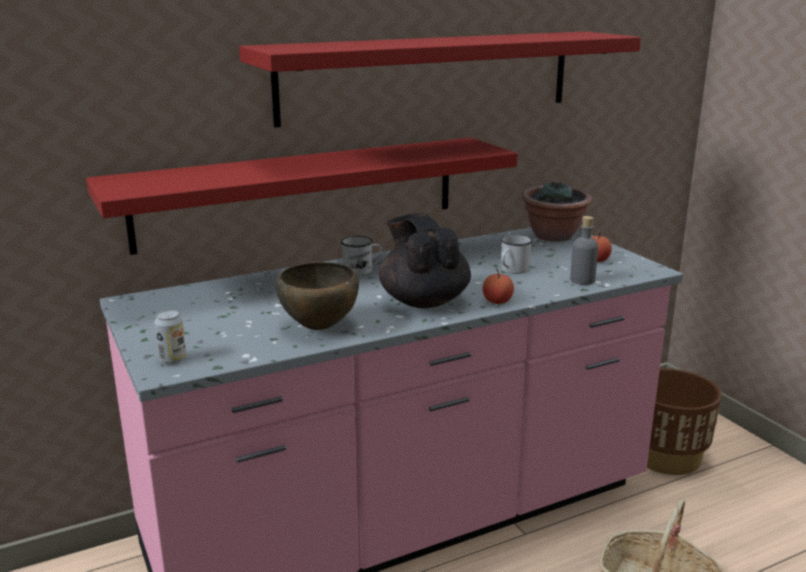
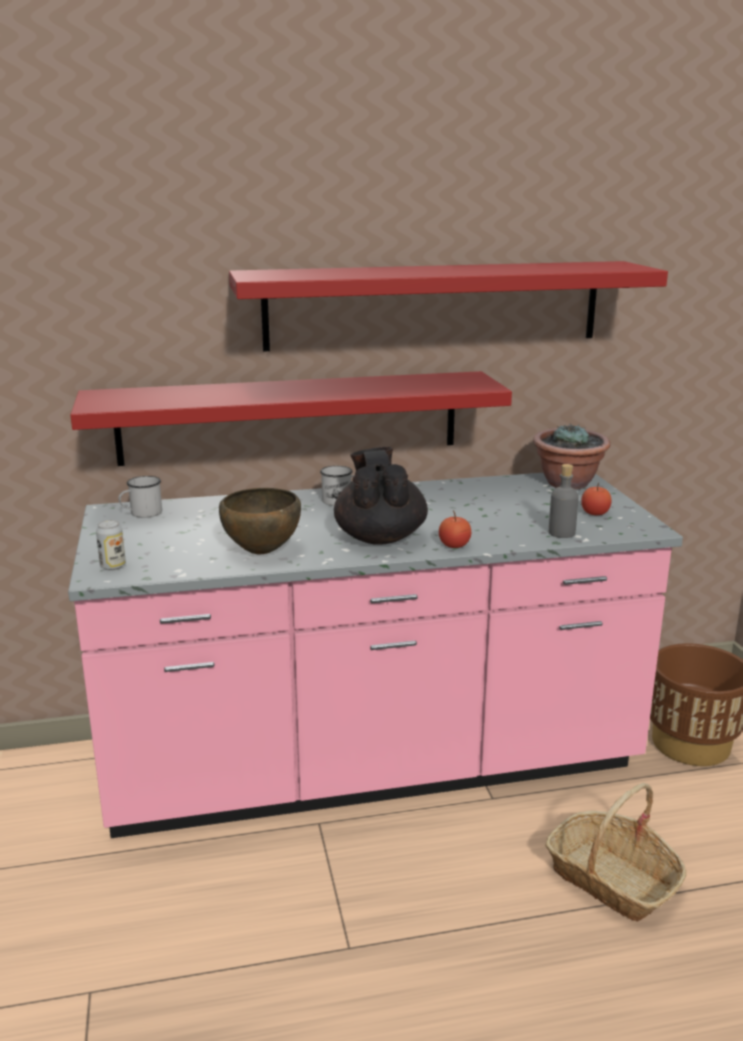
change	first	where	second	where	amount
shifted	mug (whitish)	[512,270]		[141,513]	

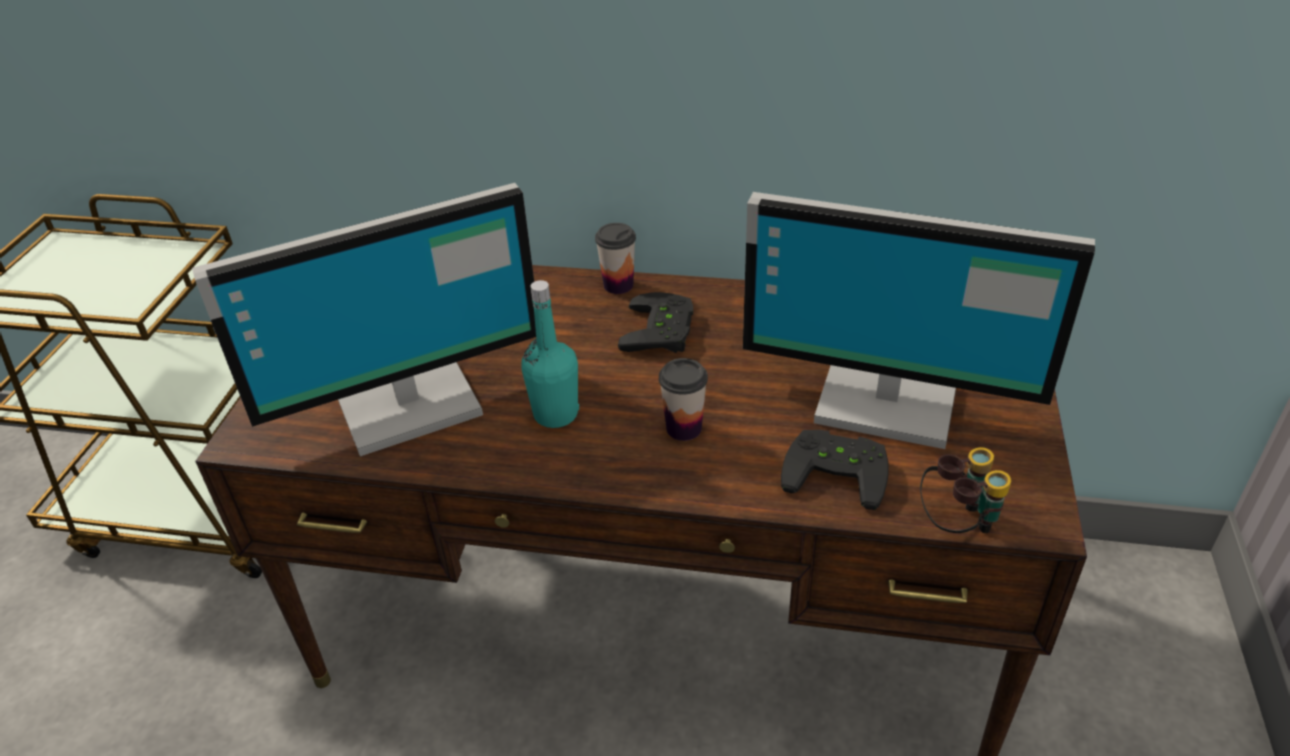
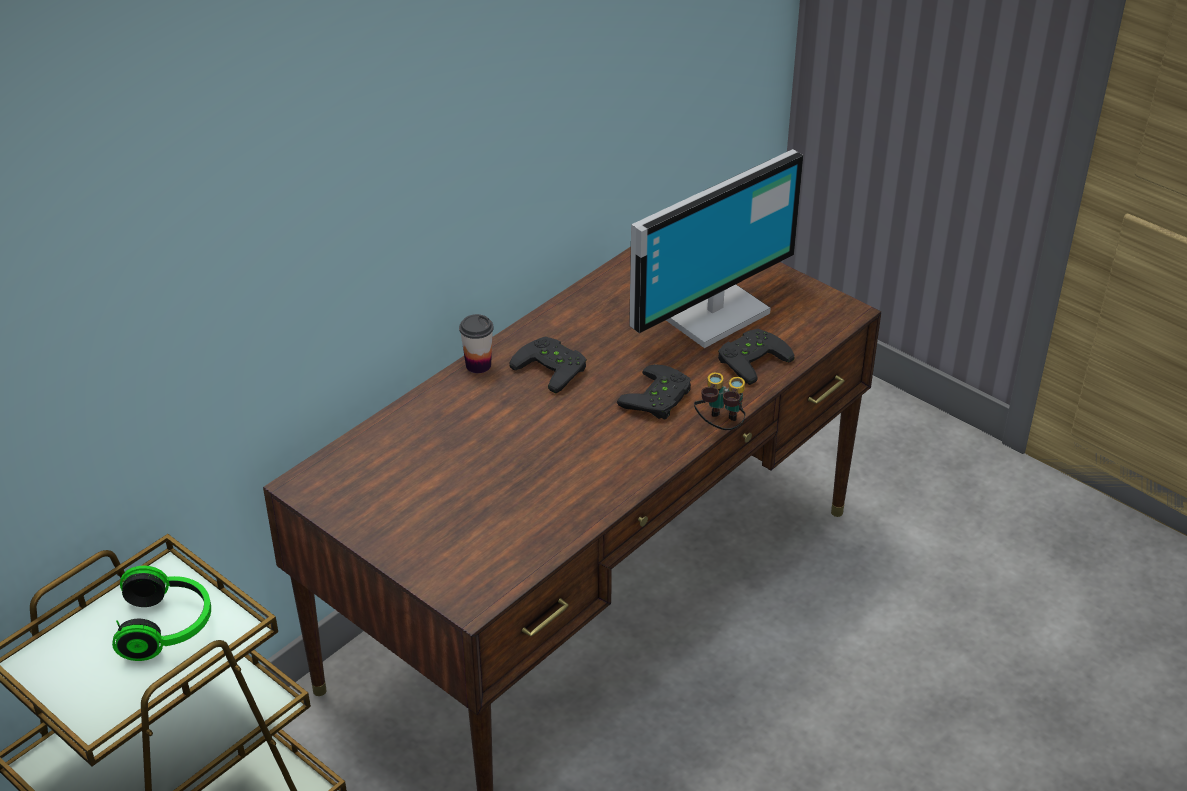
change	first	where	second	where	amount
gone	computer display	[407,403]			
gone	bottle (turquoise-coloured)	[555,414]			
swapped	cup	[684,428]	gamepad (black)	[660,399]	
shifted	field glasses	[957,523]		[720,426]	
new			pair of headphones	[167,627]	

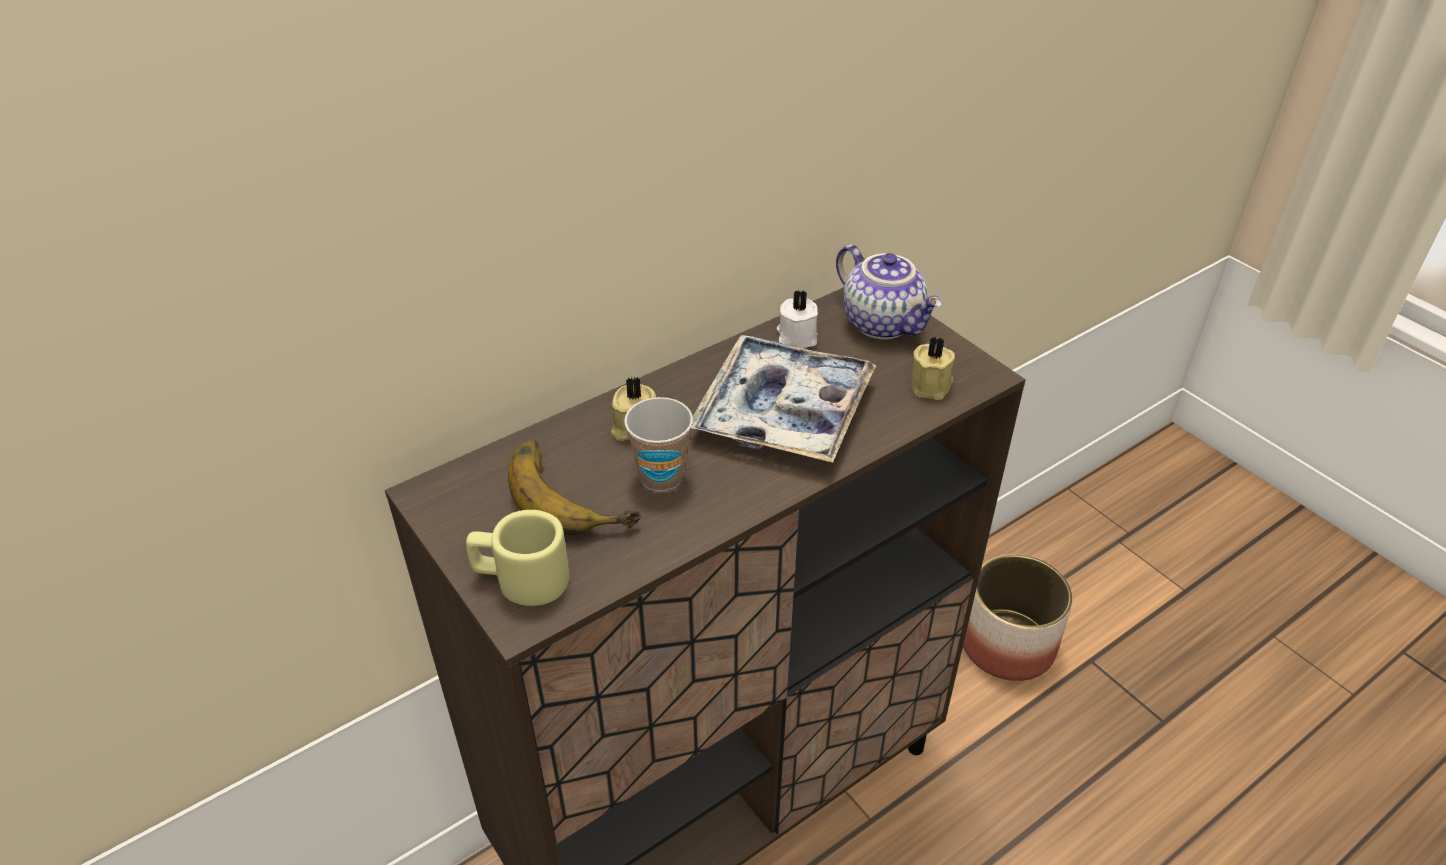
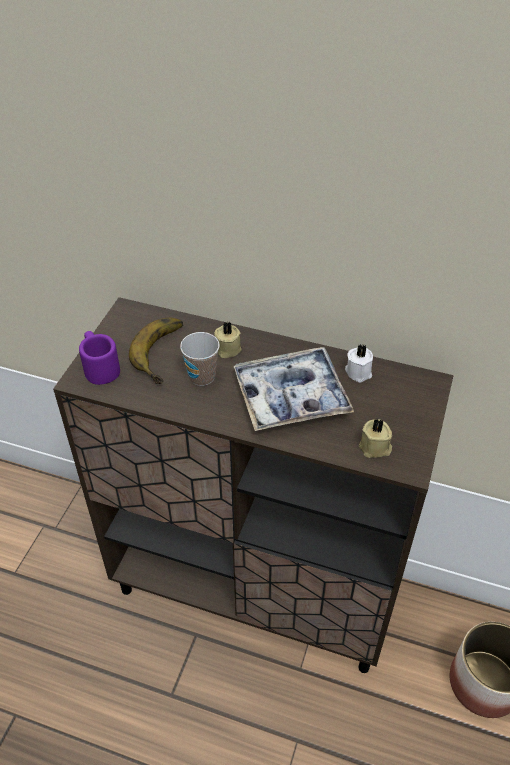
change	first	where	second	where	amount
gone	tea pot	[884,323]			
repainted	mug (beige)	[521,579]	mug (purple)	[100,367]	

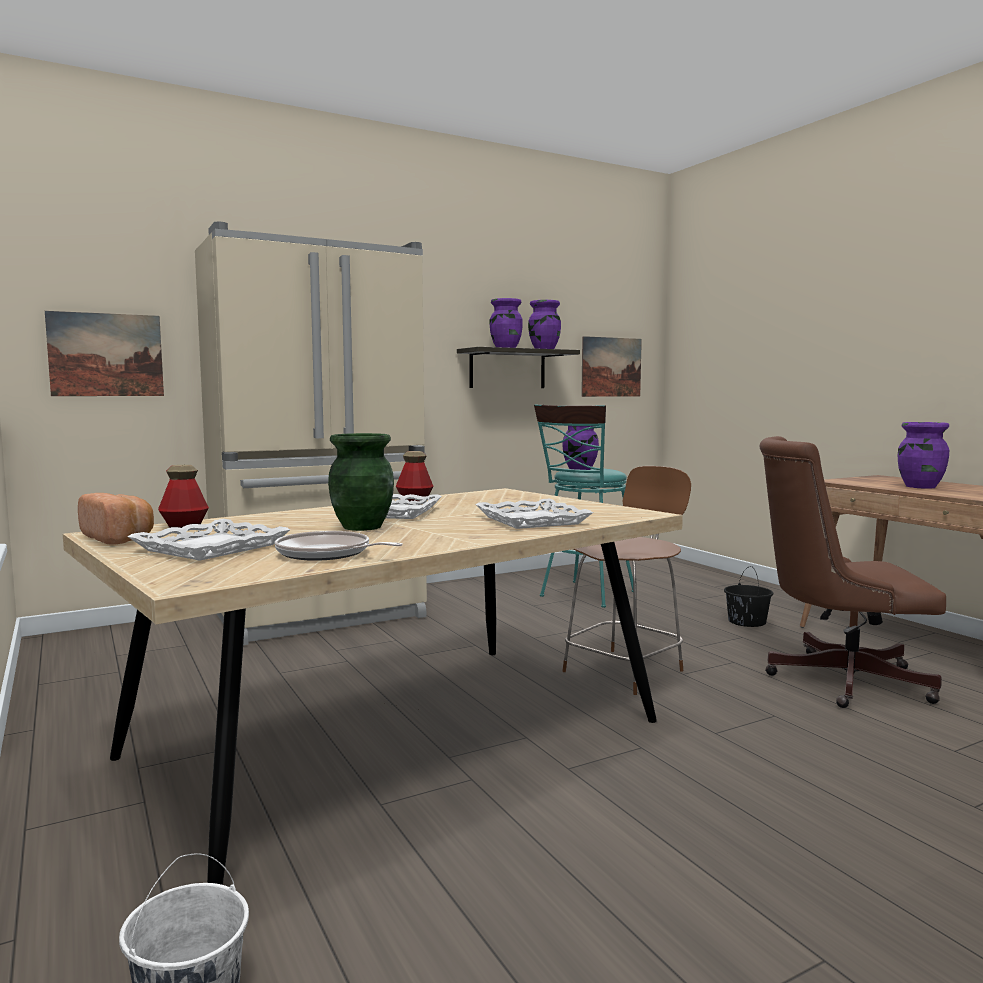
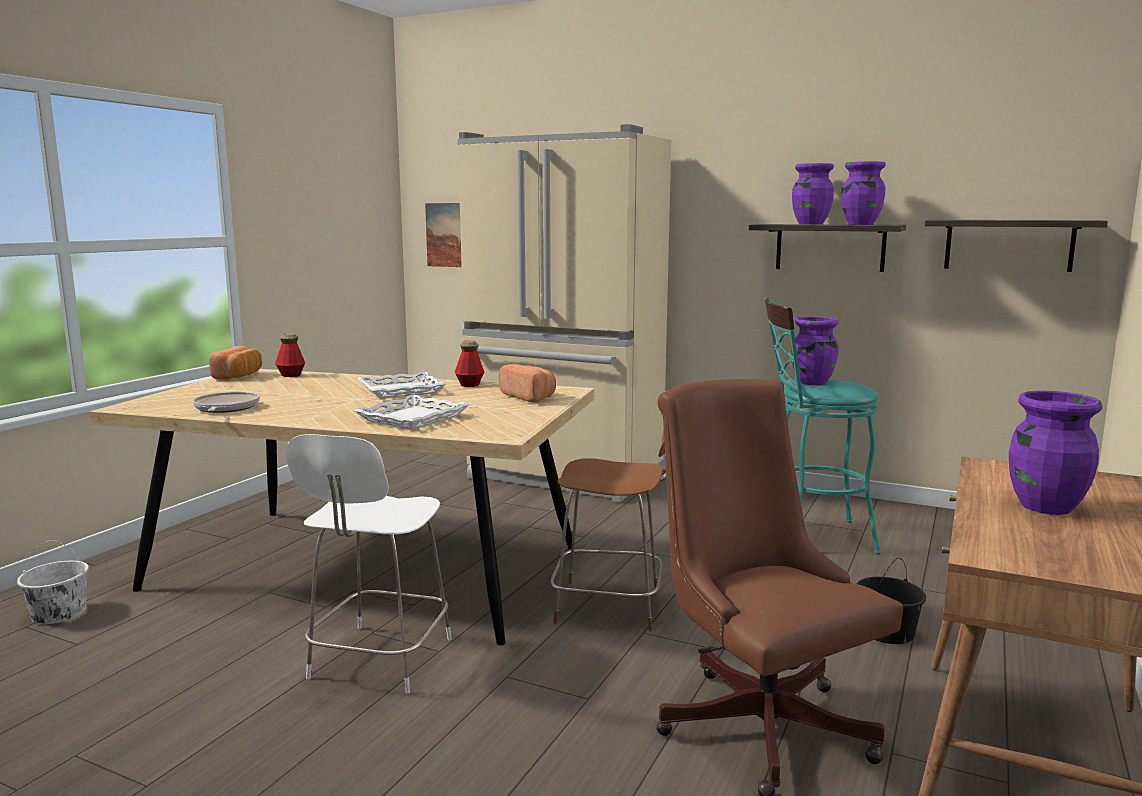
change	first	where	second	where	amount
swapped	wall picture	[611,367]	shelf	[1008,245]	
gone	vase (green-coloured)	[362,527]			
gone	tray (whitish)	[211,547]			
new			baked bread	[529,397]	
new			chair (whitish)	[379,661]	

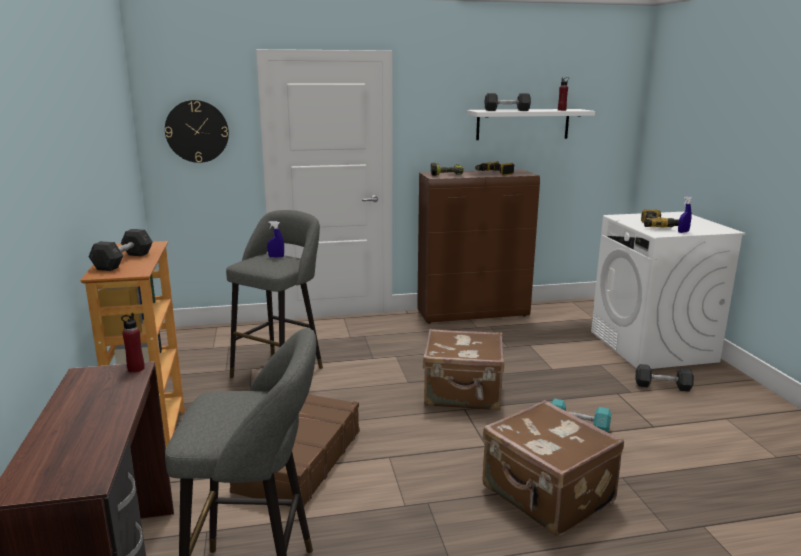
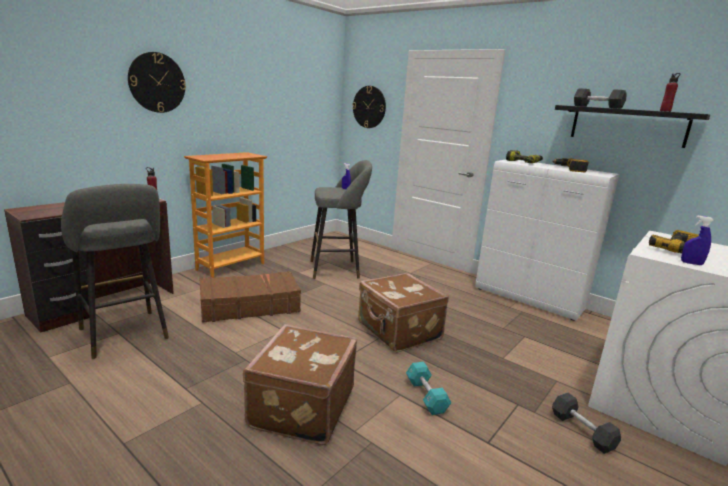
change	first	where	second	where	amount
repainted	shelf (whitish)	[523,124]	shelf (black)	[627,126]	
repainted	cabinet (brownish)	[473,314]	cabinet (whitish)	[529,299]	
gone	dumbbell (grey)	[123,261]			
new			clock on the wall	[157,82]	

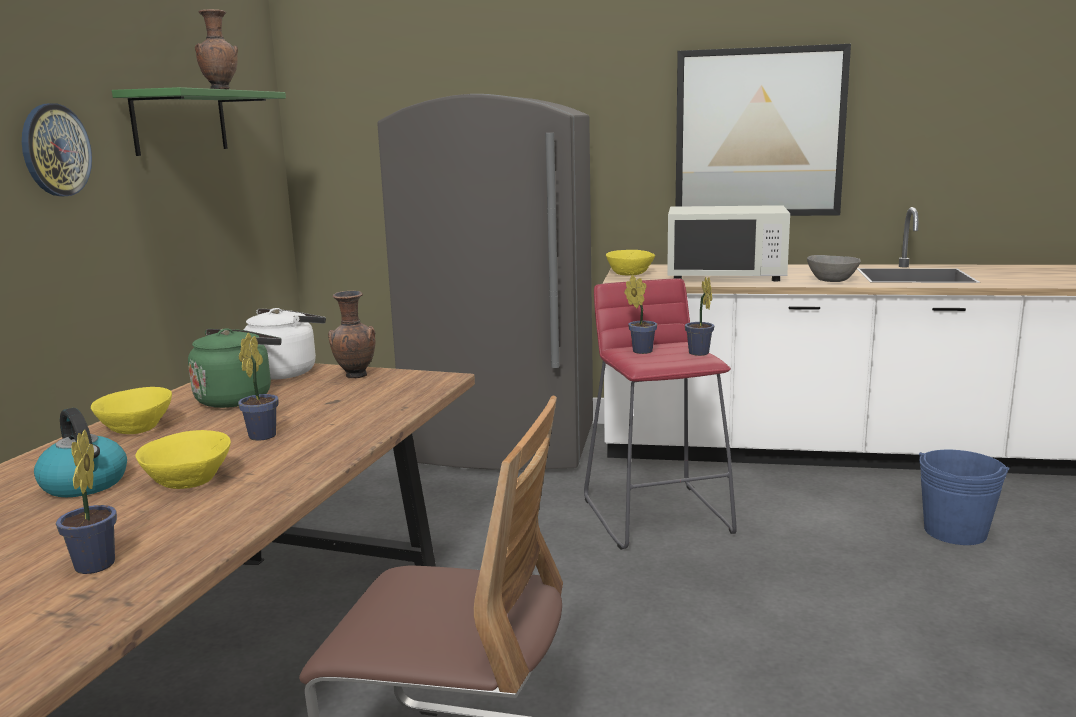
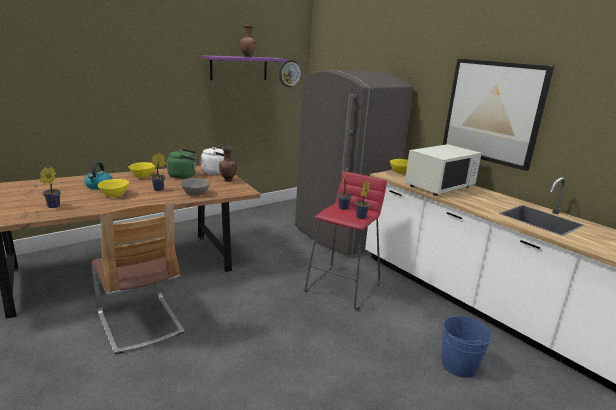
change	first	where	second	where	amount
repainted	shelf (green-coloured)	[181,122]	shelf (purple)	[239,68]	
shifted	clock on the wall	[55,150]		[289,73]	
rotated	kitchen microwave (whitish)	[725,275]		[439,186]	90 degrees counterclockwise
shifted	serving bowl (grey)	[832,280]		[195,194]	

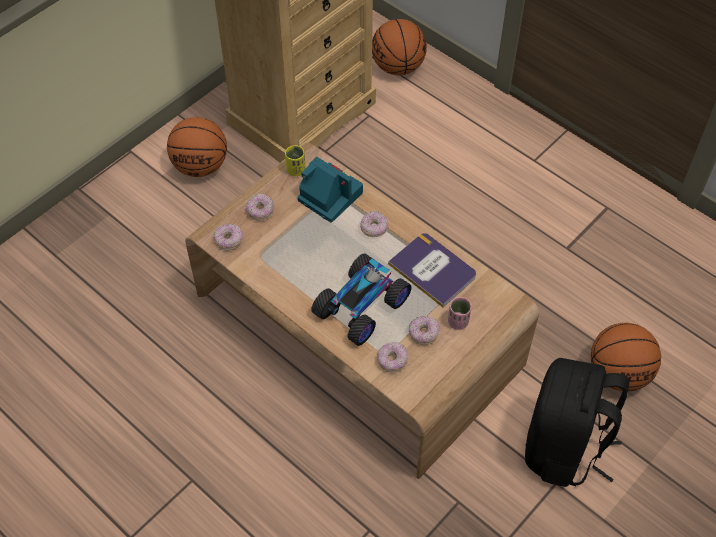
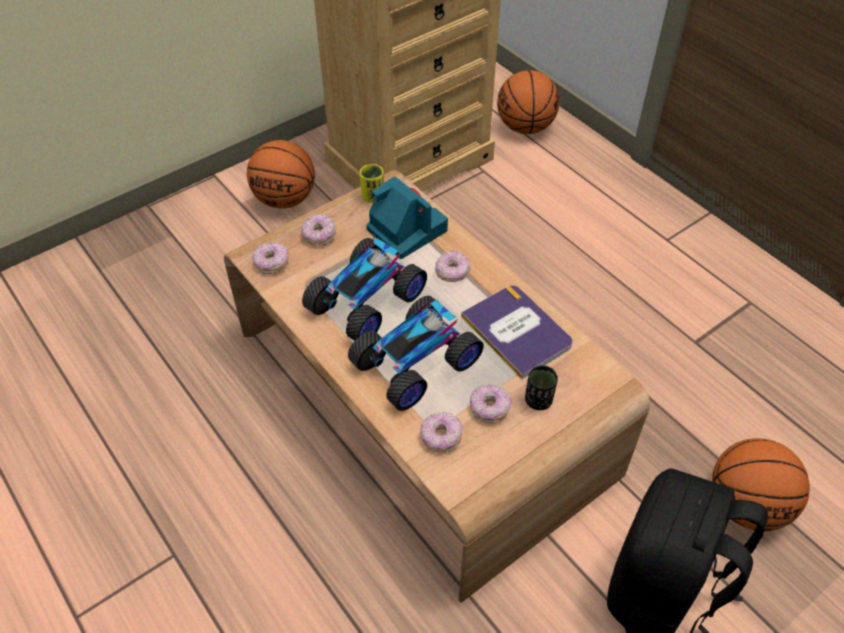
change	first	where	second	where	amount
repainted	cup (pink)	[458,322]	cup (black)	[538,400]	
new			toy car	[365,300]	

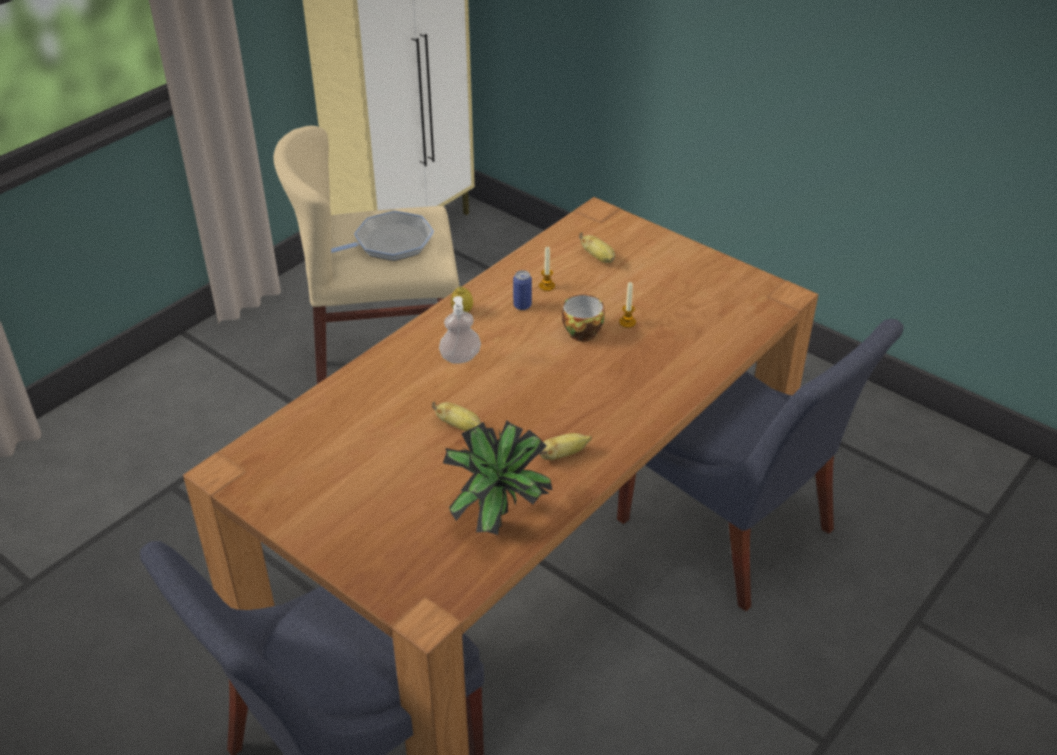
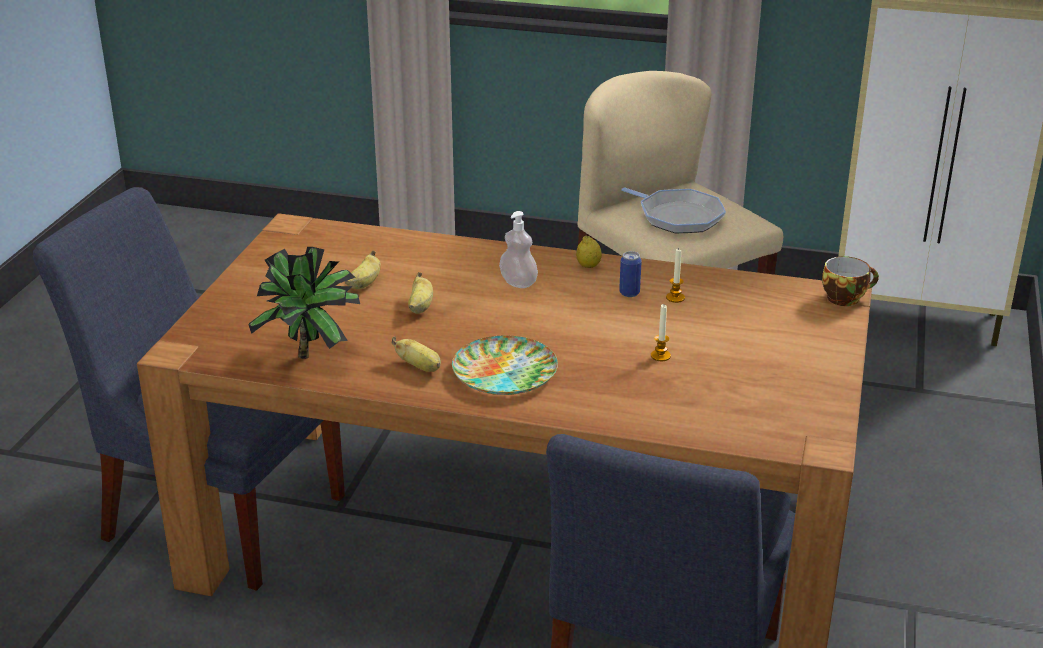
change	first	where	second	where	amount
shifted	whole banana	[599,258]		[364,284]	
shifted	cup	[582,331]		[845,297]	
new			dinner plate	[505,372]	

